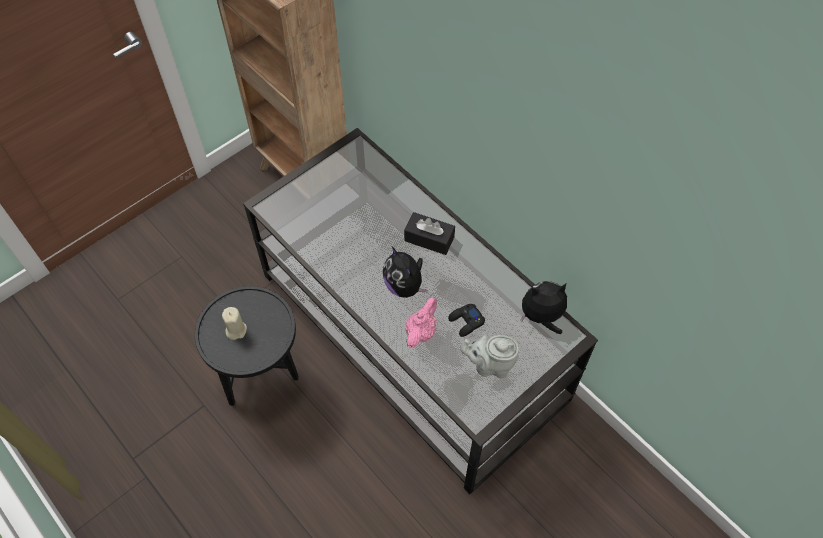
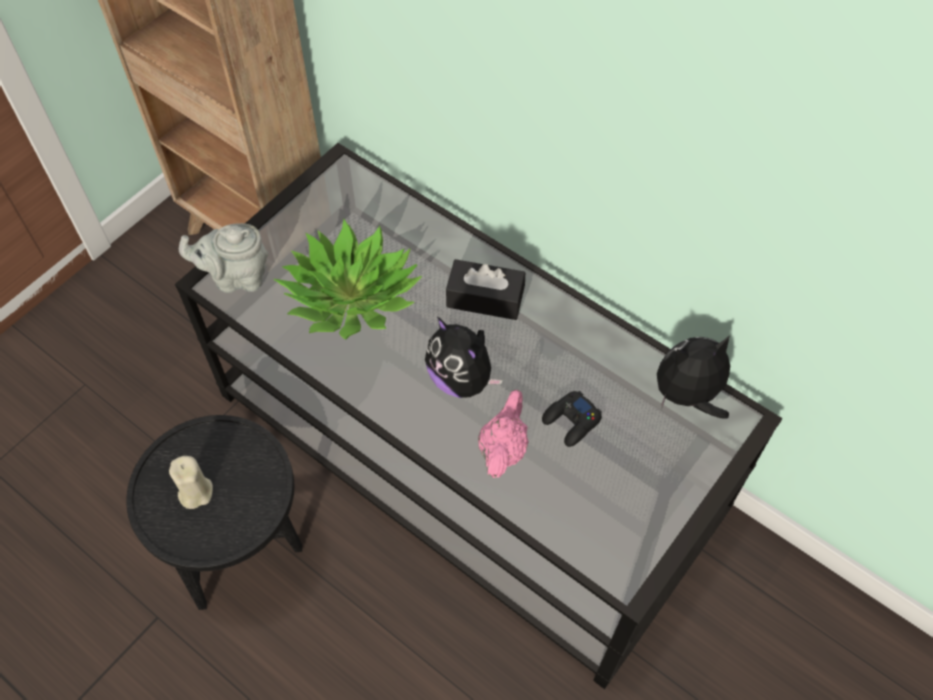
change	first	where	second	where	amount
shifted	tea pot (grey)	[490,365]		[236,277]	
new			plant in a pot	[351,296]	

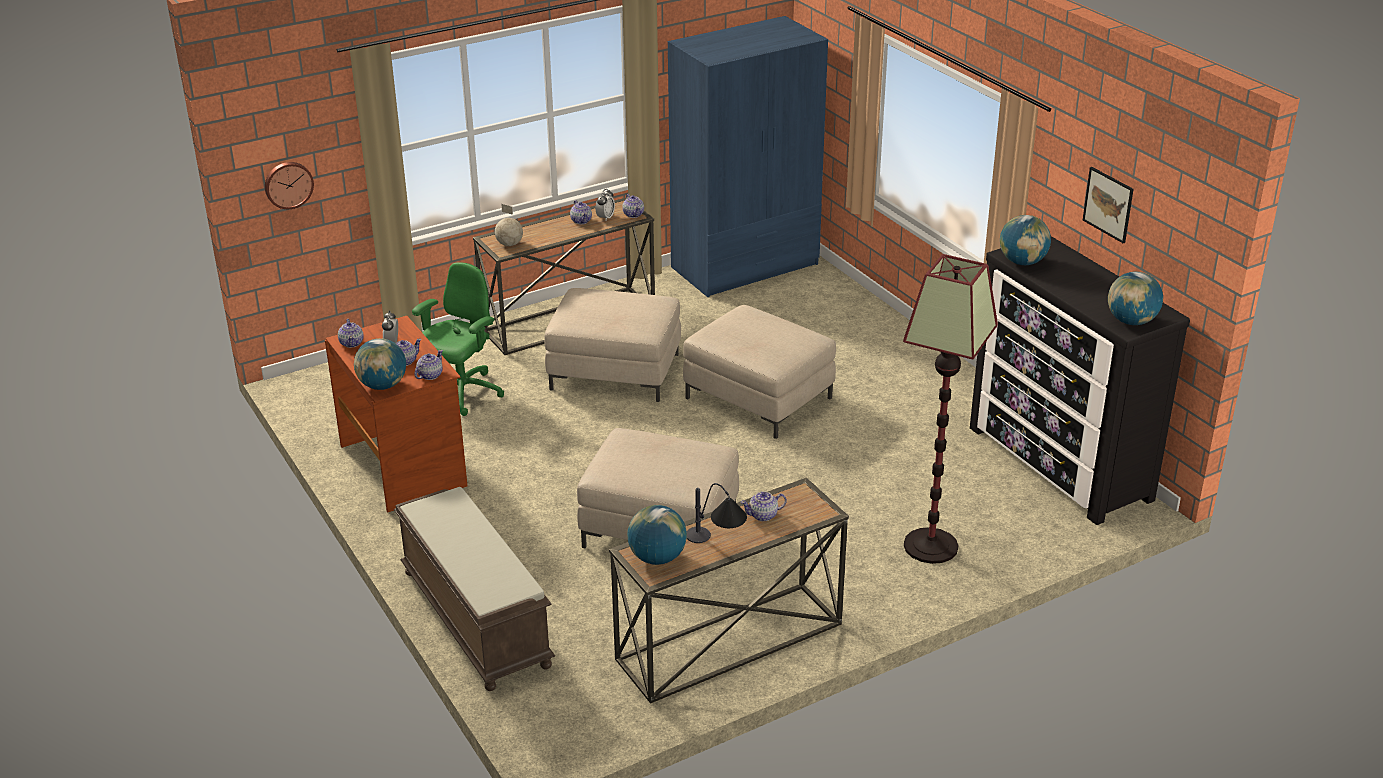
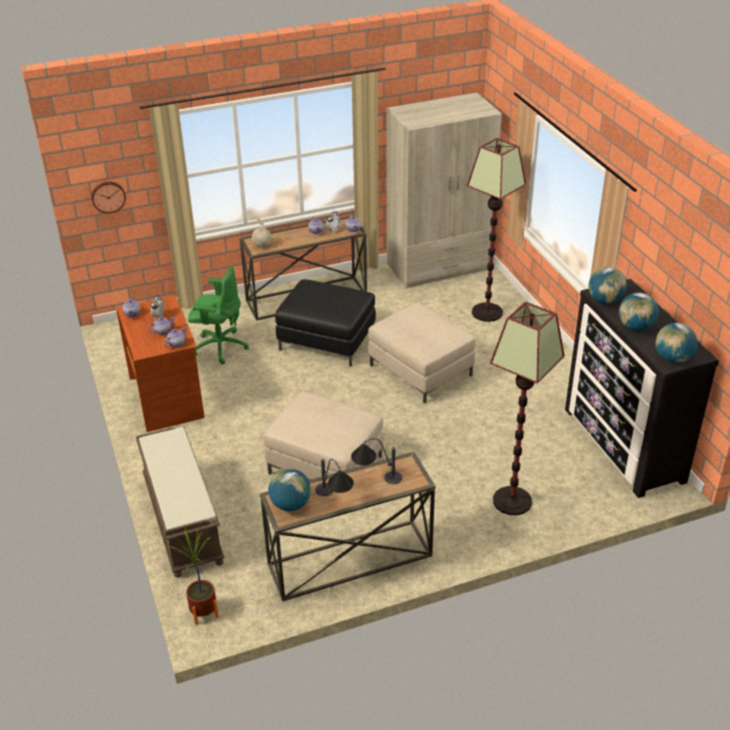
change	first	where	second	where	amount
repainted	clothes cupboard (bluish)	[746,266]	clothes cupboard (beige)	[439,267]	
gone	wall picture	[1108,204]			
rotated	office chair (green-coloured)	[461,393]		[219,347]	60 degrees clockwise
repainted	ottoman (beige)	[615,371]	ottoman (black)	[327,340]	
shifted	globe	[382,385]		[635,327]	
swapped	tea pot	[763,515]	table lamp	[375,479]	
new			standing lamp	[487,312]	
new			plant in a pot	[204,612]	

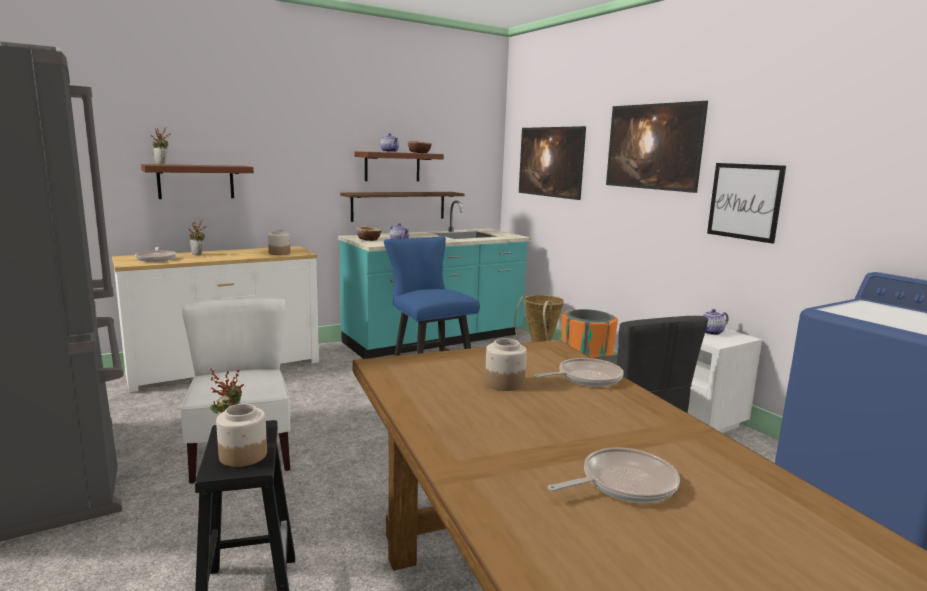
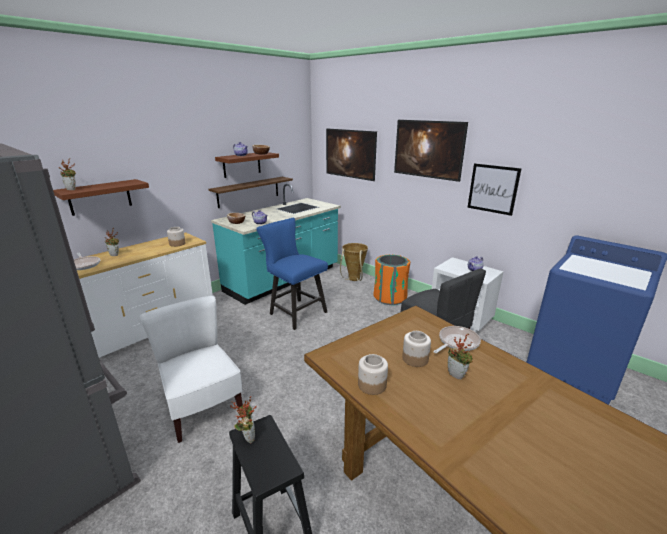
change	first	where	second	where	amount
shifted	jar	[242,455]		[371,385]	
gone	skillet	[623,483]			
new			plant in a pot	[457,375]	

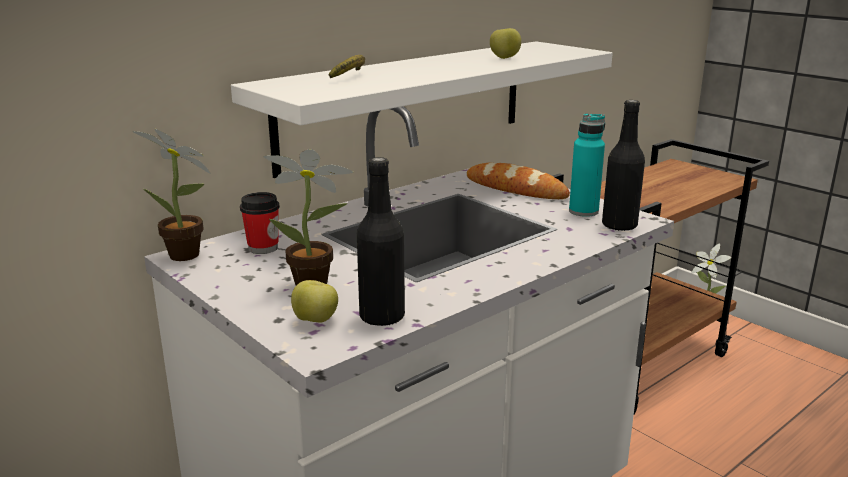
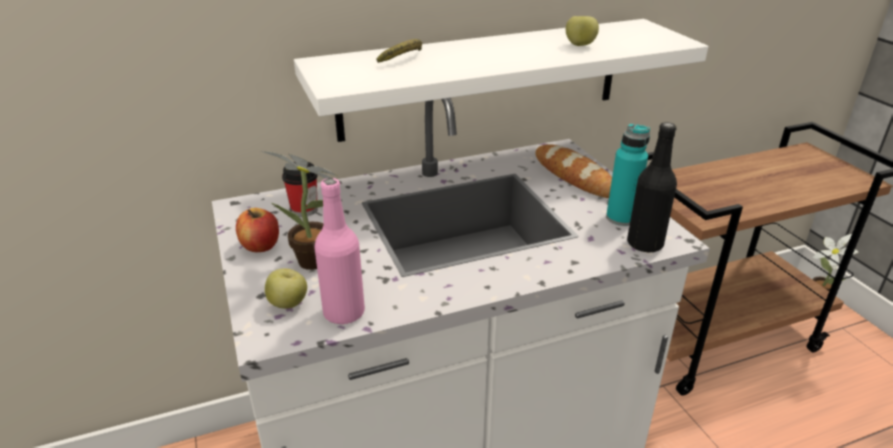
change	first	where	second	where	amount
gone	plant in a pot	[187,257]			
repainted	bottle (black)	[382,317]	bottle (pink)	[344,312]	
new			apple	[260,246]	

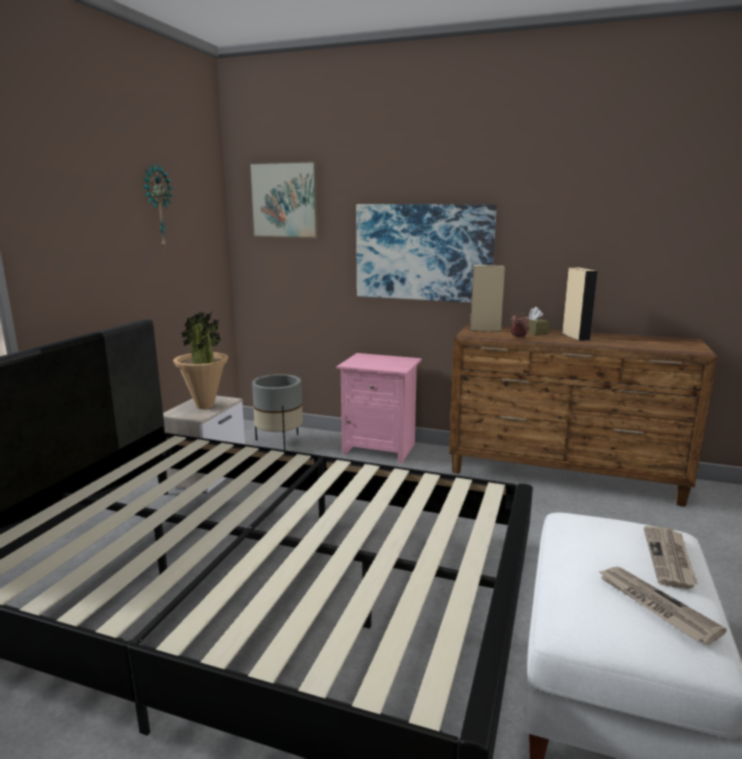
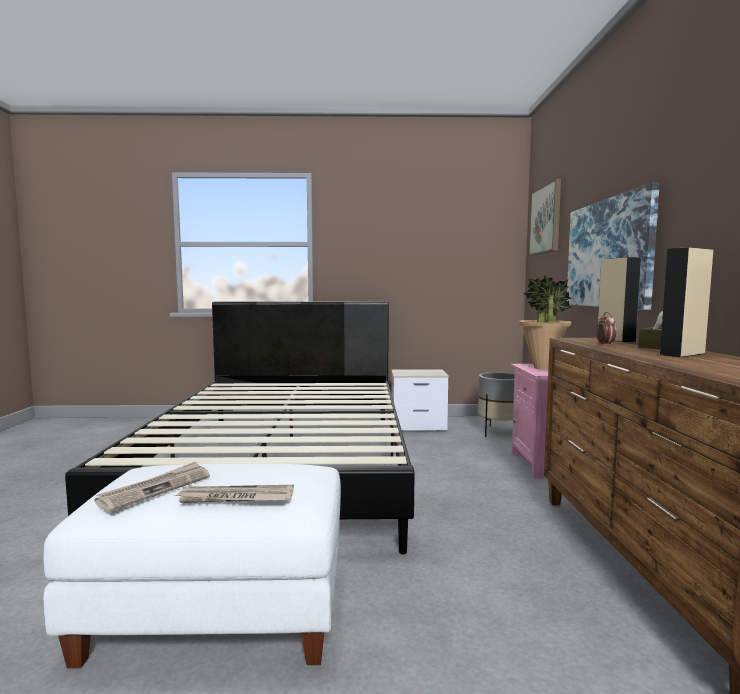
change	first	where	second	where	amount
gone	clock on the wall	[157,206]			
shifted	plant in a pot	[205,406]		[542,368]	

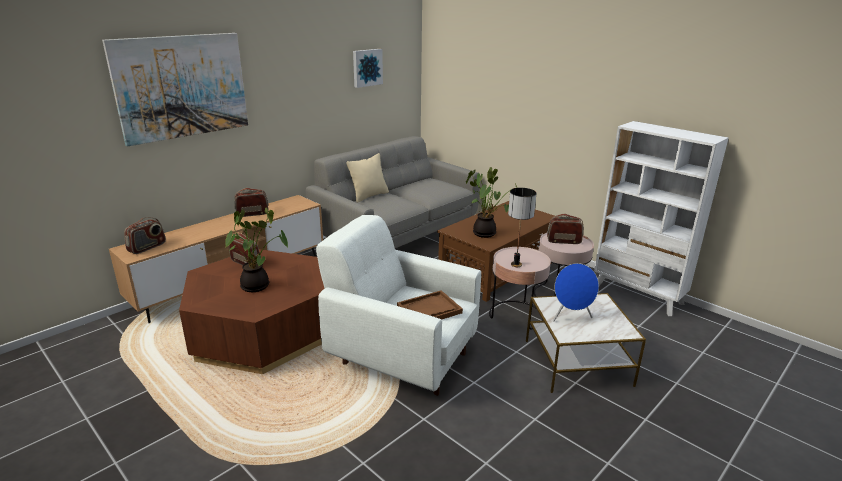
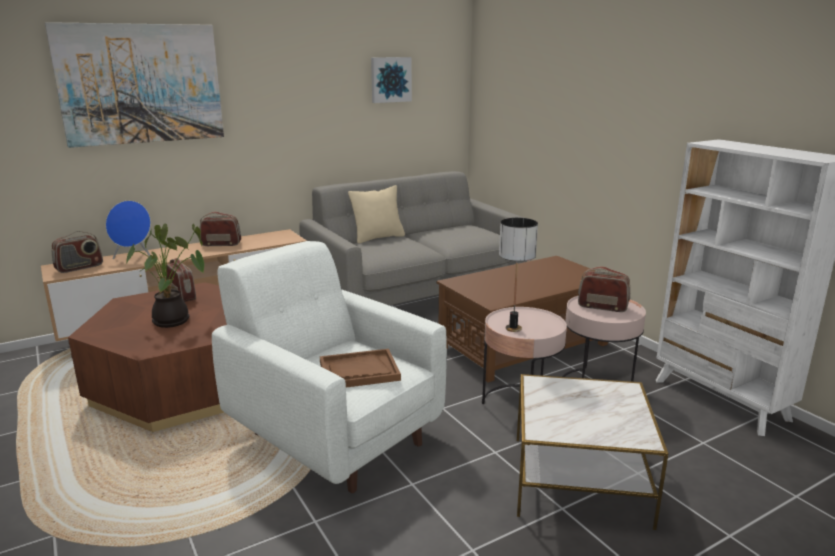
change	first	where	second	where	amount
gone	plant in a pot	[486,233]			
shifted	speaker (bluish)	[571,317]		[135,258]	

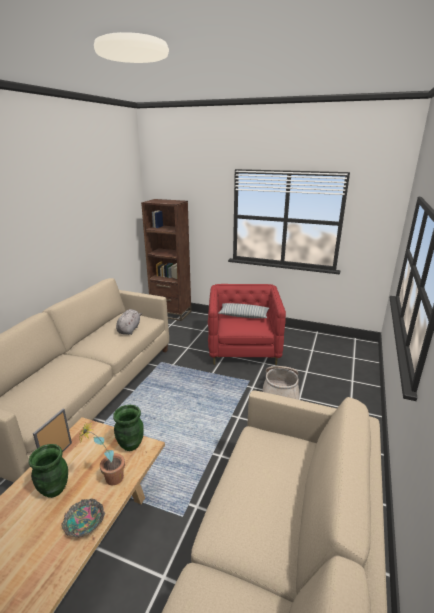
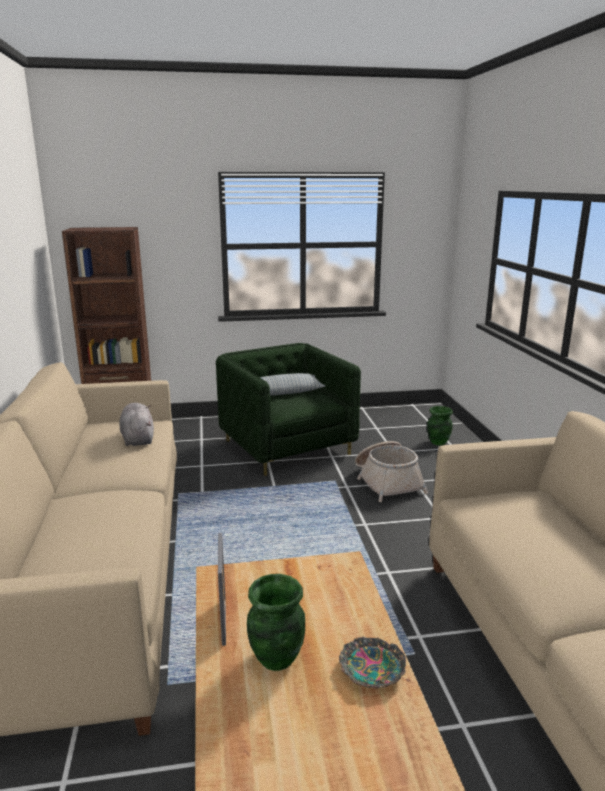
change	first	where	second	where	amount
repainted	easy chair (reddish)	[243,349]	easy chair (green-coloured)	[287,447]	
shifted	vase (green-coloured)	[130,444]		[438,442]	
gone	plant in a pot	[108,479]			

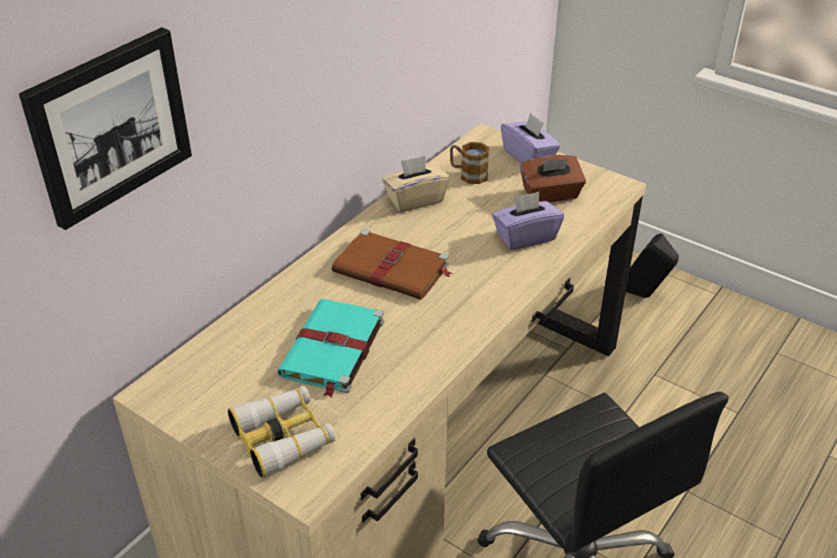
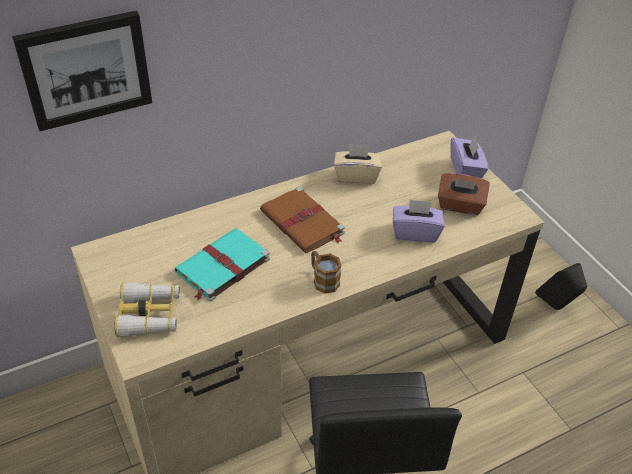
change	first	where	second	where	amount
shifted	mug	[468,174]		[323,279]	

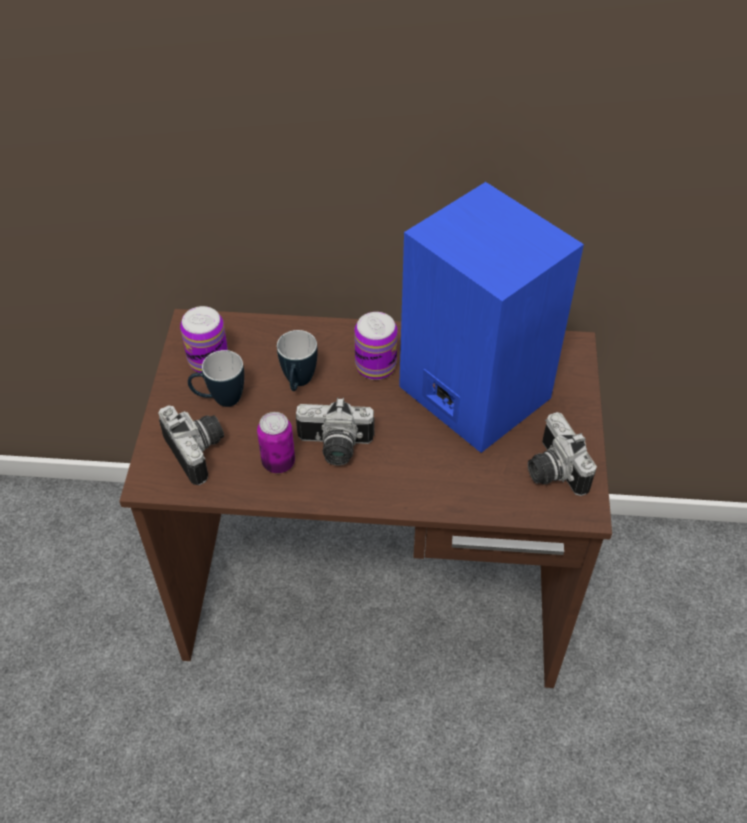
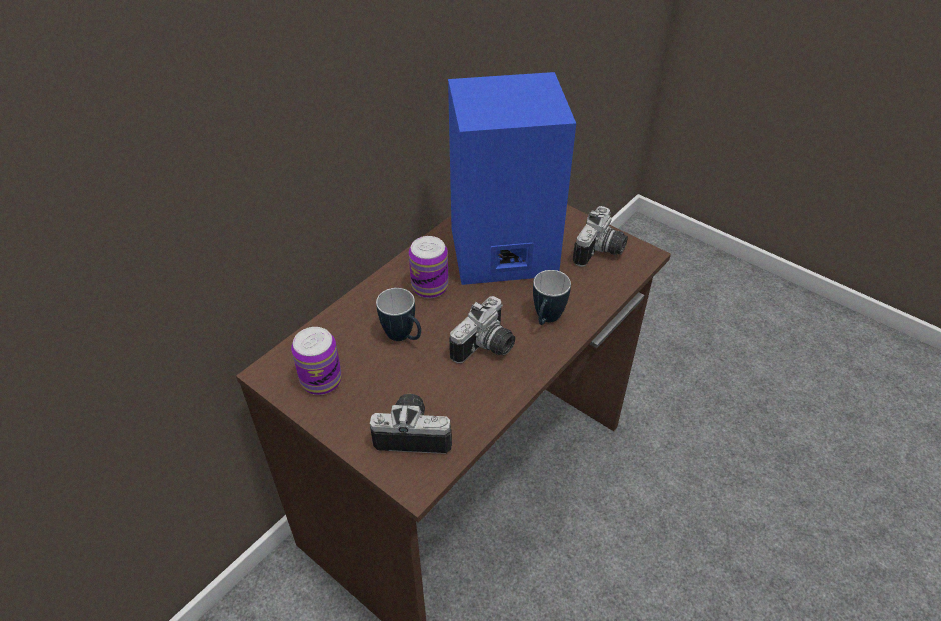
change	first	where	second	where	amount
shifted	mug	[220,400]		[546,320]	
gone	metal can	[278,462]			
rotated	photo camera	[551,470]		[601,252]	75 degrees counterclockwise

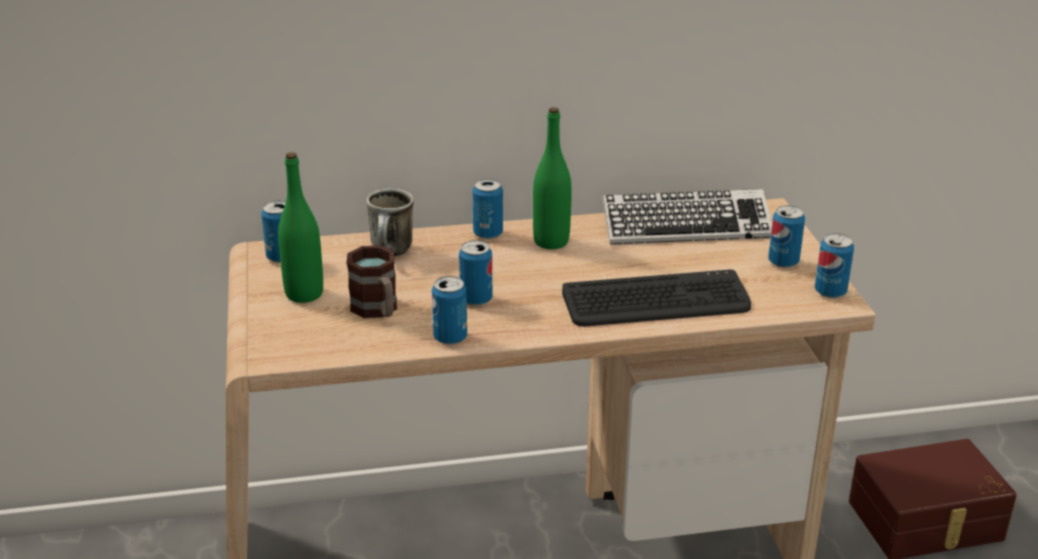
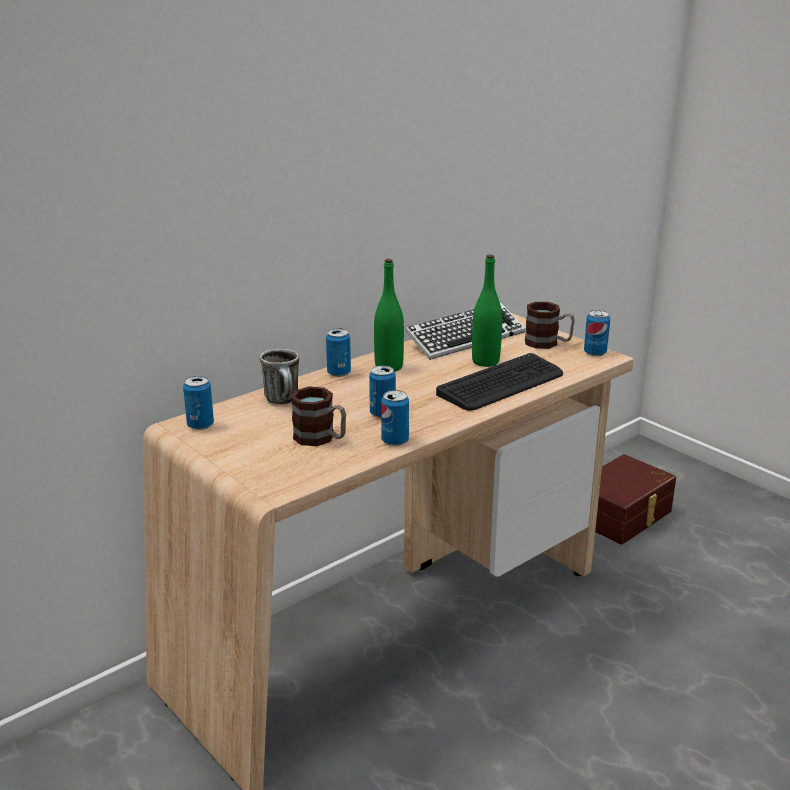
change	first	where	second	where	amount
shifted	bottle (green-coloured)	[304,294]		[485,362]	
swapped	metal can	[783,262]	mug	[548,343]	

